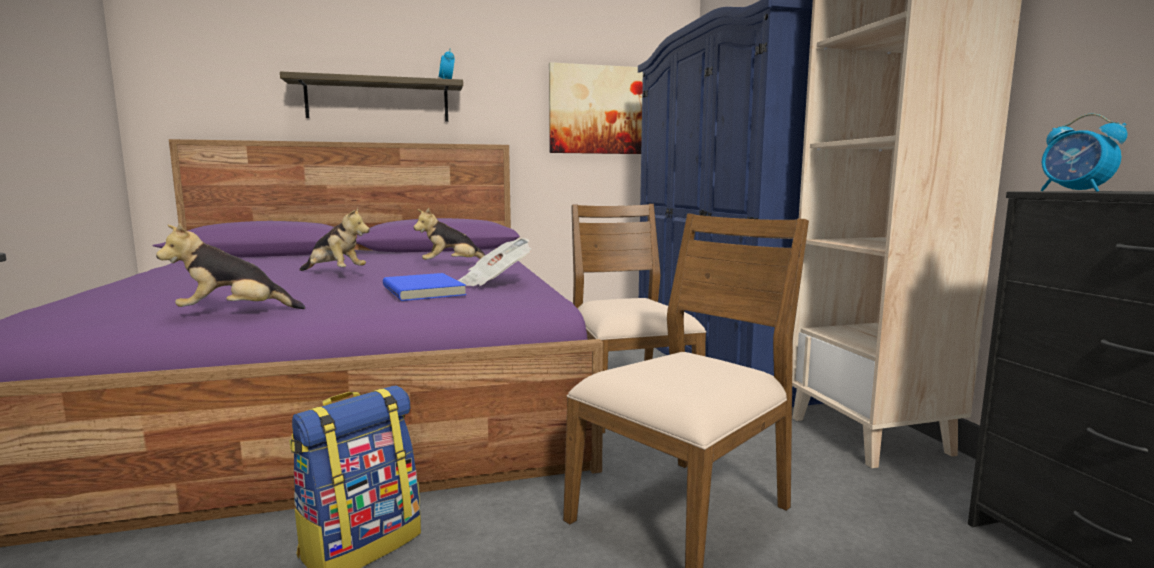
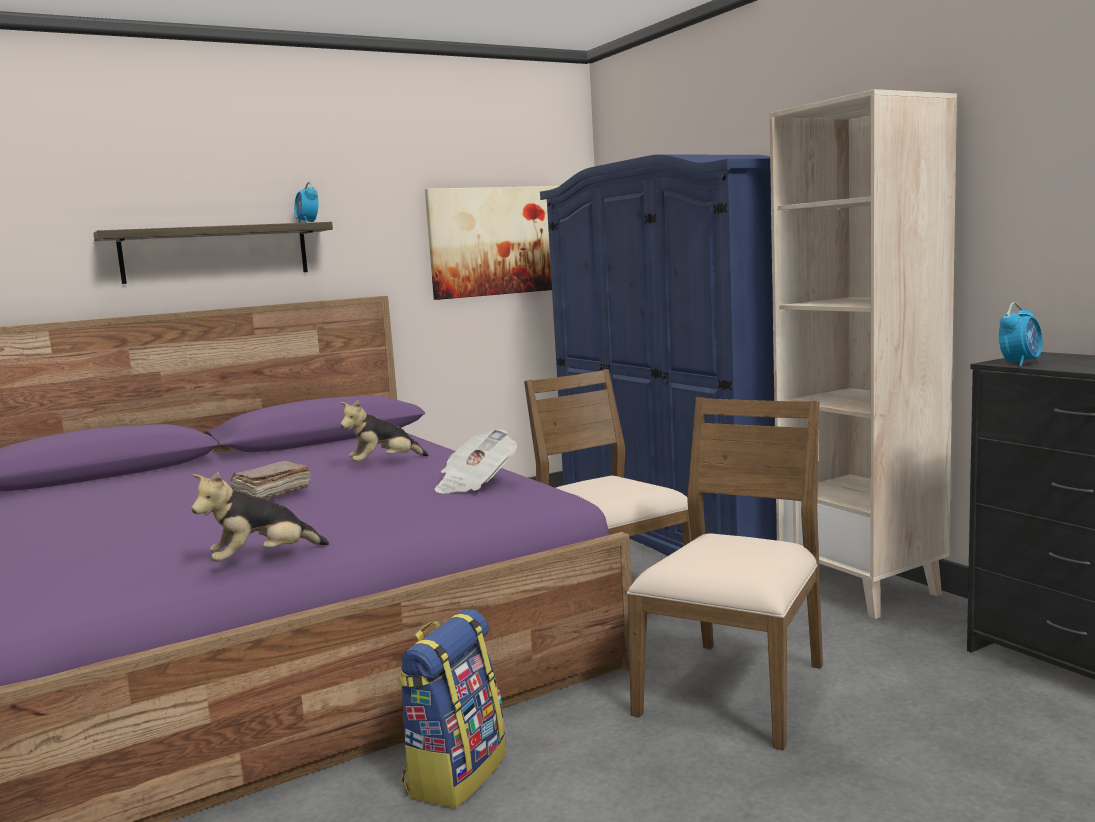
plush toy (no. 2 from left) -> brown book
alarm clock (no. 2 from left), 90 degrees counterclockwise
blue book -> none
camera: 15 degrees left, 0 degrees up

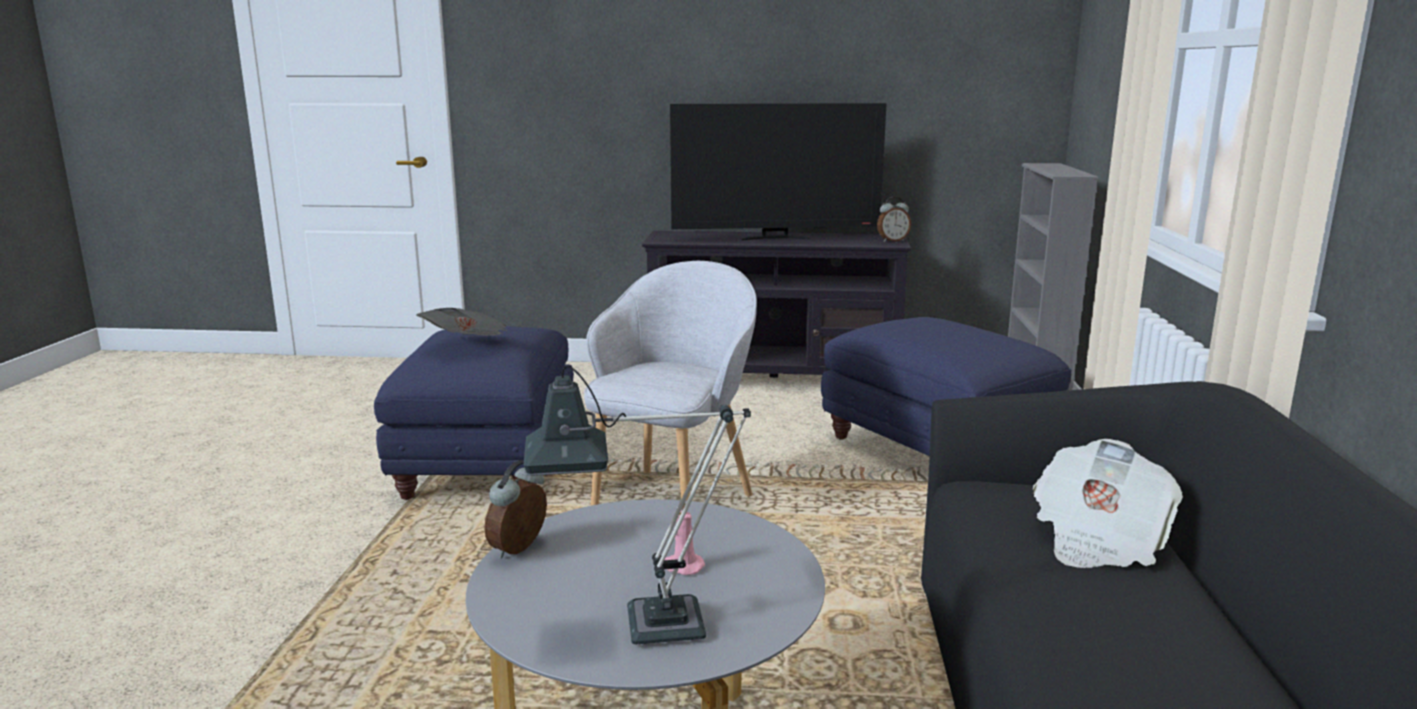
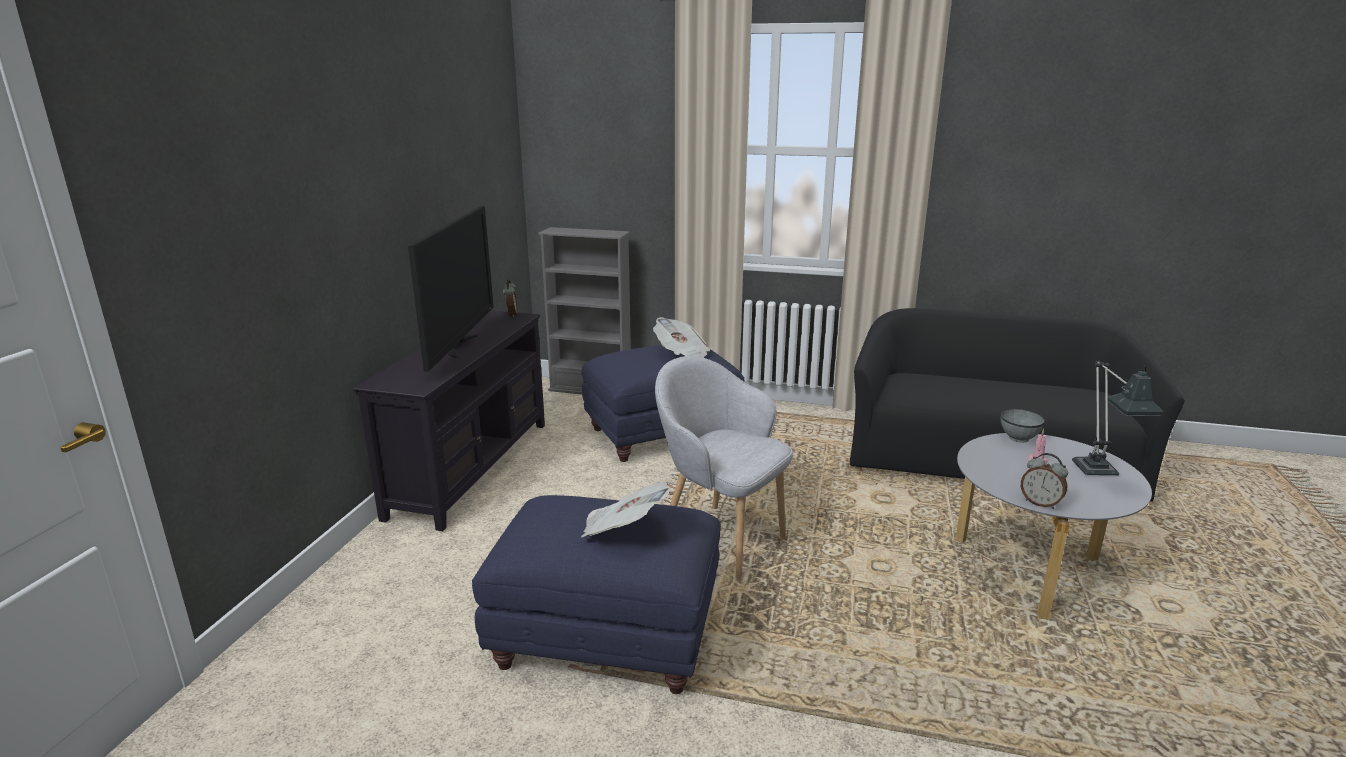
newspaper (no. 2 from left), shifted
none -> grey bowl
camera: 80 degrees left, 5 degrees up

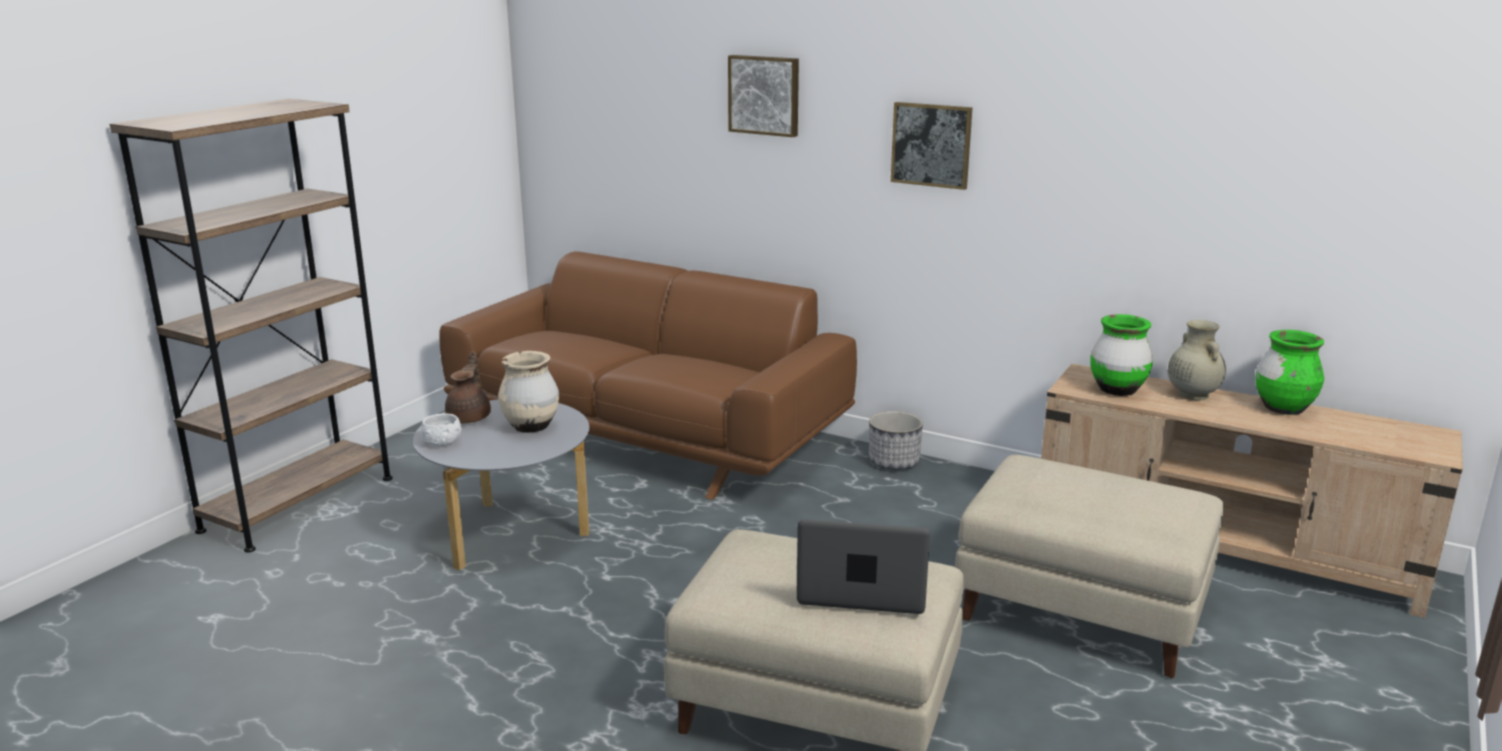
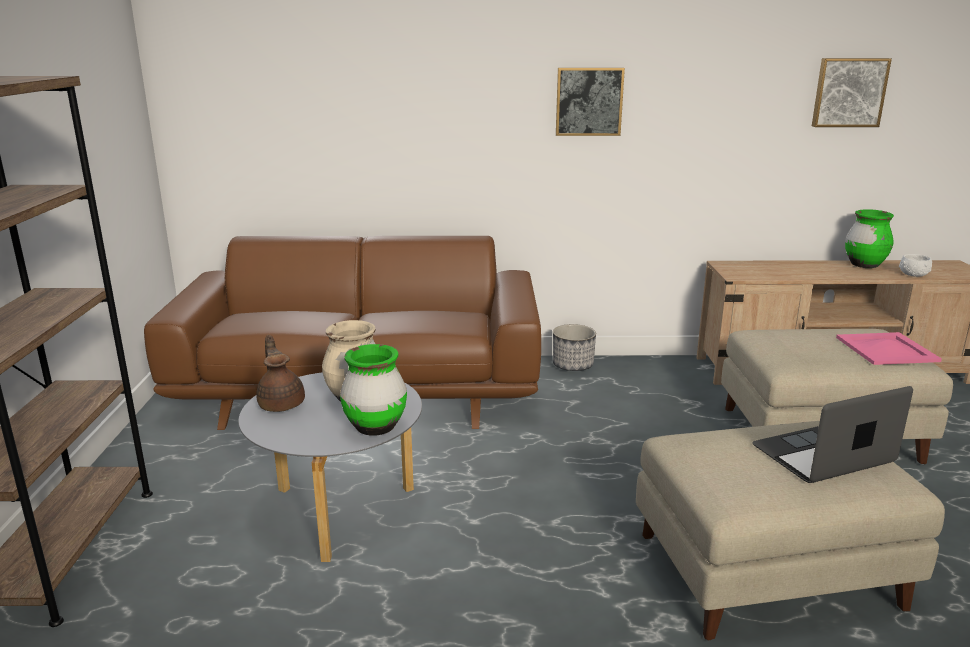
green vase (no. 1 from left), shifted
picture (no. 1 from left in the first image) -> picture (no. 2 from left), shifted
none -> pink tray
white bowl, shifted
beige vase (no. 2 from left) -> none
camera: 30 degrees left, 0 degrees up

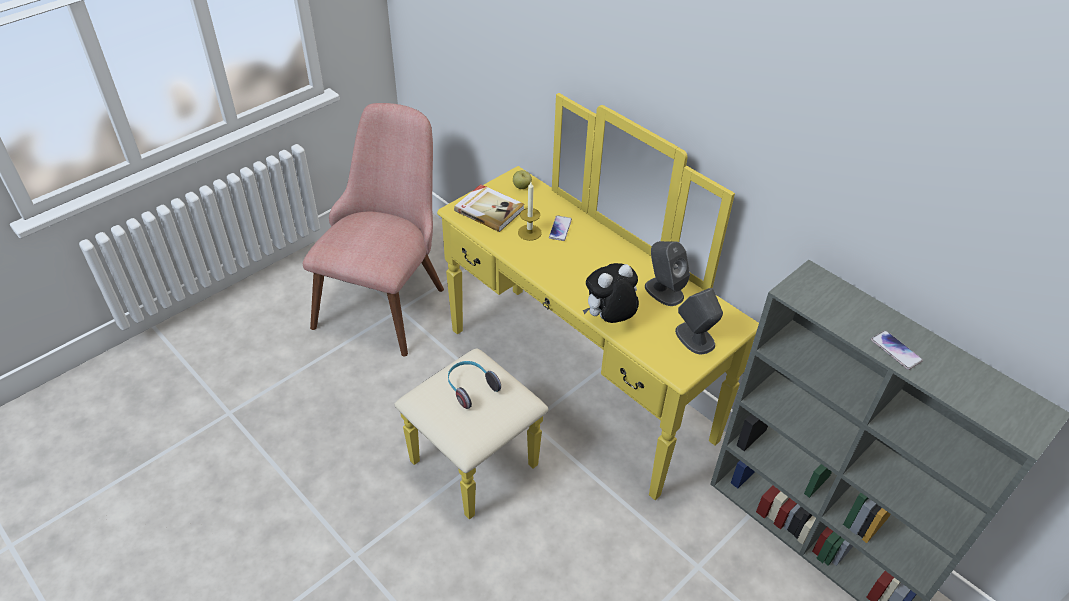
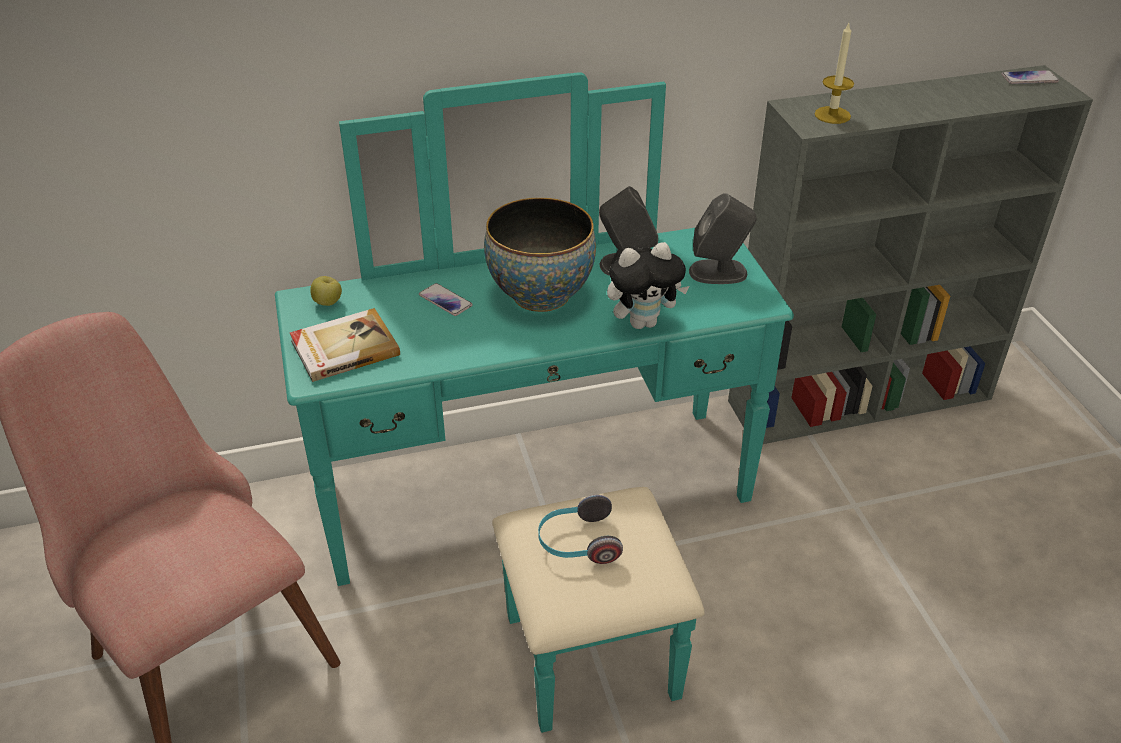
yellow dresser -> turquoise dresser
none -> bowl
plush toy, 105 degrees counterclockwise
candle, shifted
phone (no. 2 from left), shifted
camera: 60 degrees left, 5 degrees down

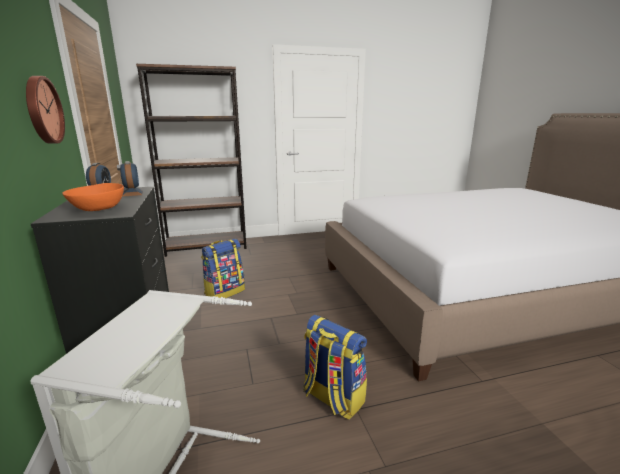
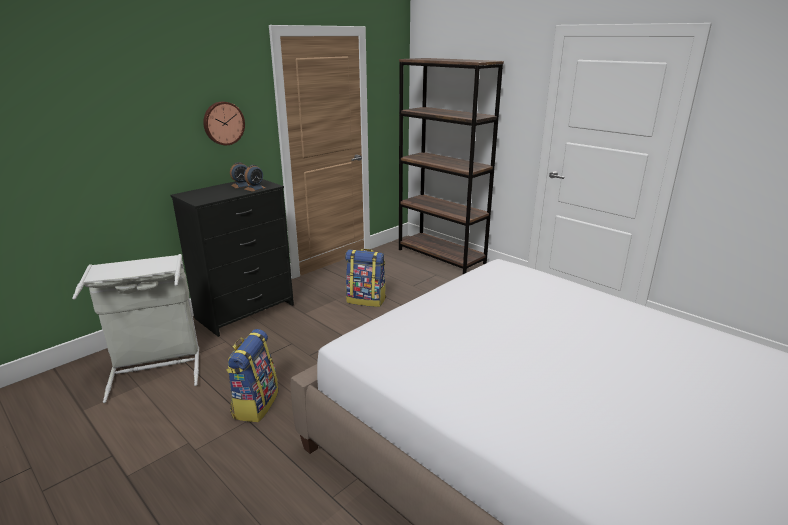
orange bowl -> none
camera: 60 degrees right, 5 degrees up

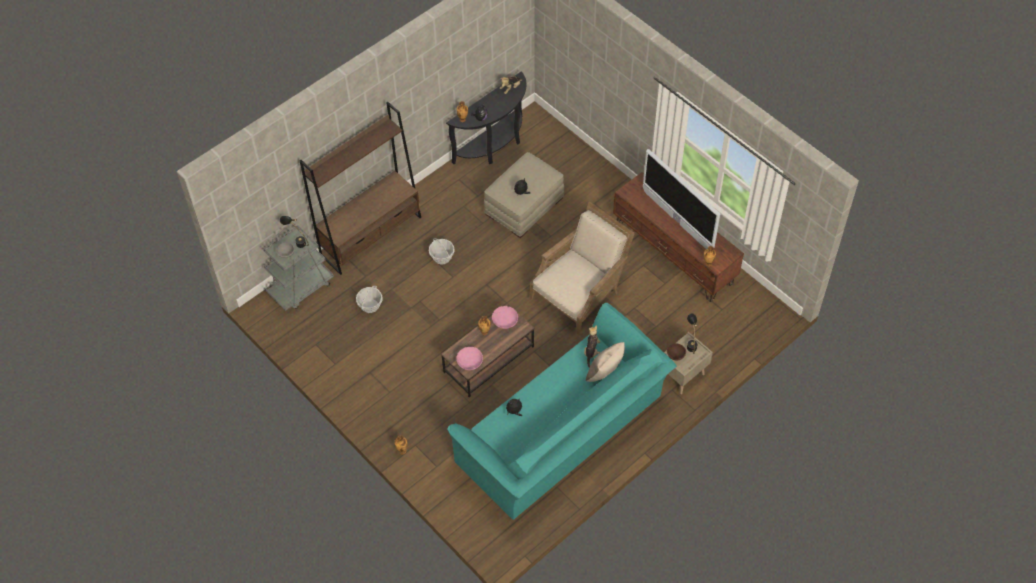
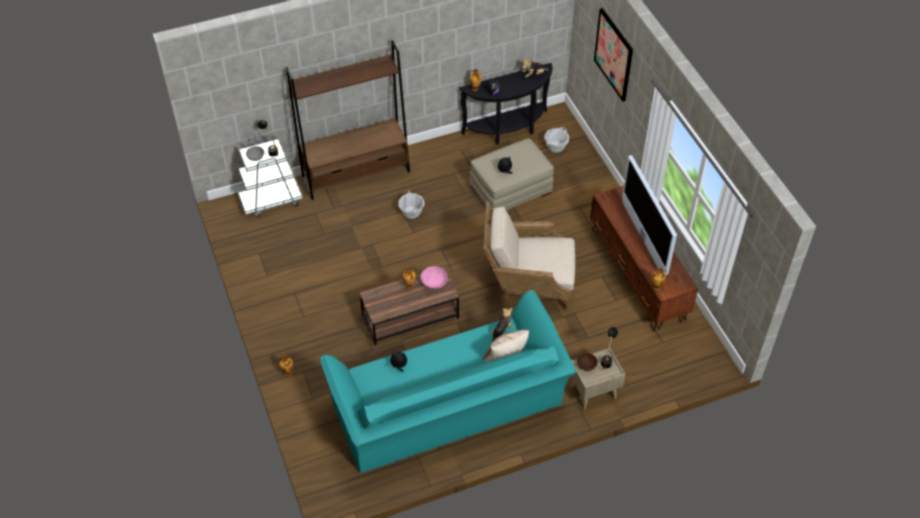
beige armchair, 150 degrees counterclockwise
basket (no. 1 from left in the first image) -> basket (no. 2 from left), shifted
none -> picture
pink bowl (no. 1 from left) -> none
camera: 20 degrees right, 5 degrees down

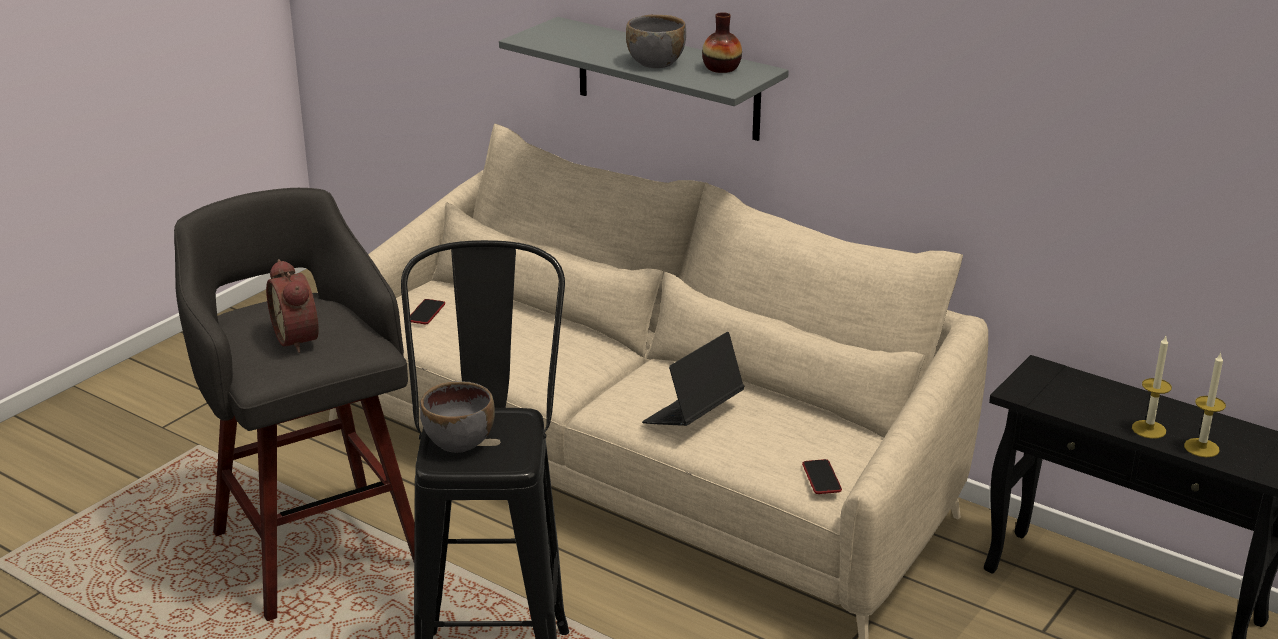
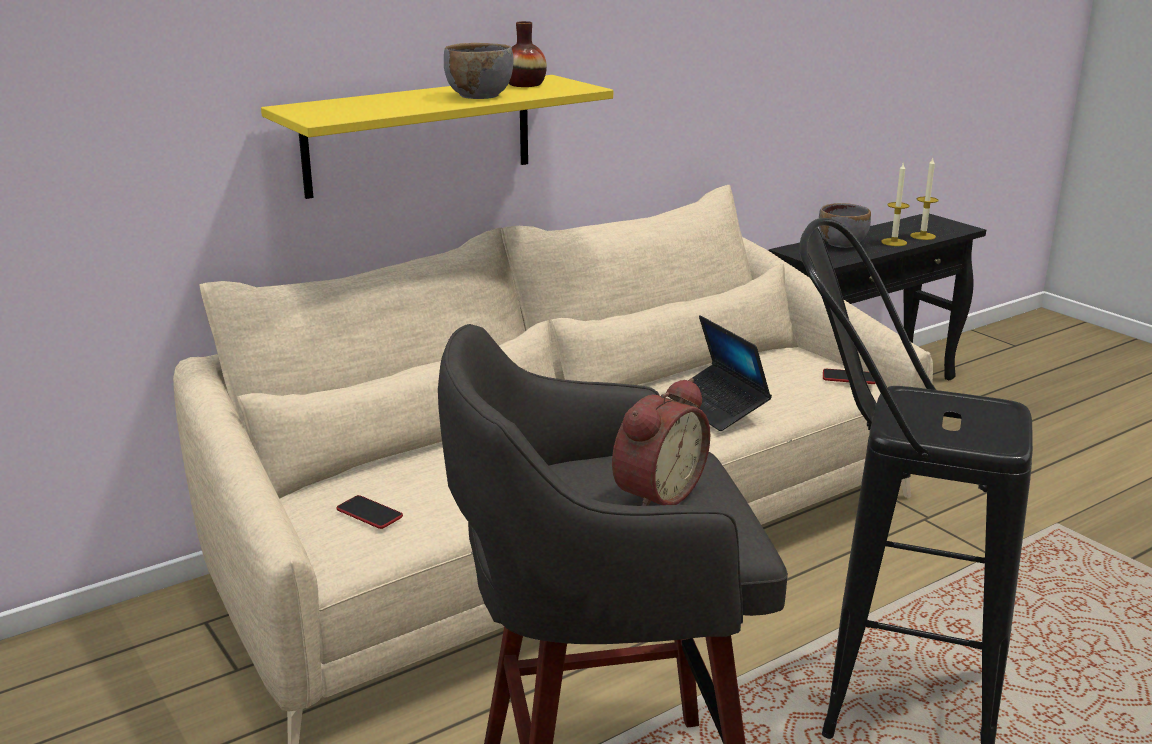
grey shelf -> yellow shelf
alarm clock, 45 degrees counterclockwise
grey bowl (no. 1 from left in the first image) -> grey bowl (no. 2 from left), shifted
camera: 70 degrees left, 5 degrees down

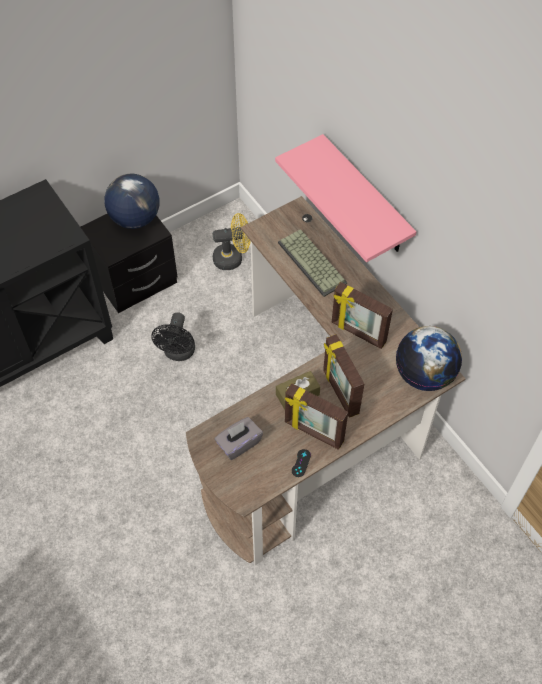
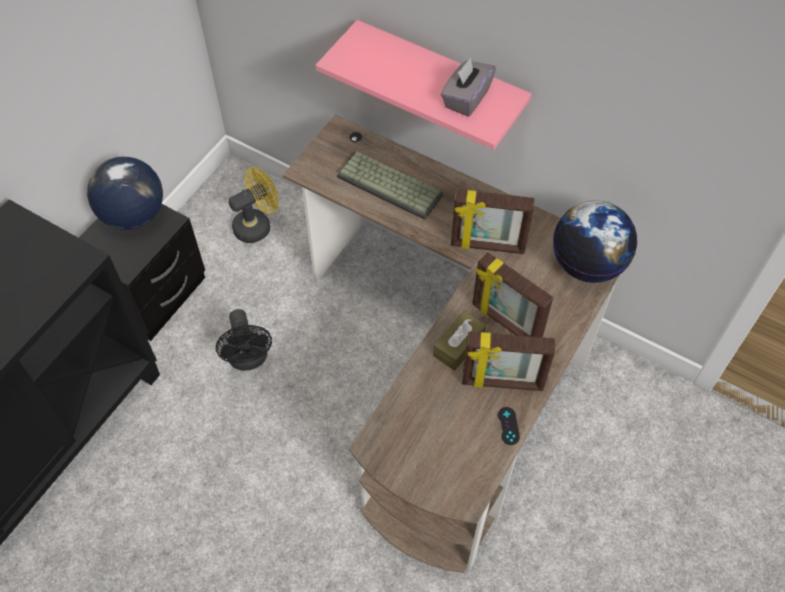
grey tissue box, shifted
camera: 25 degrees left, 0 degrees up

